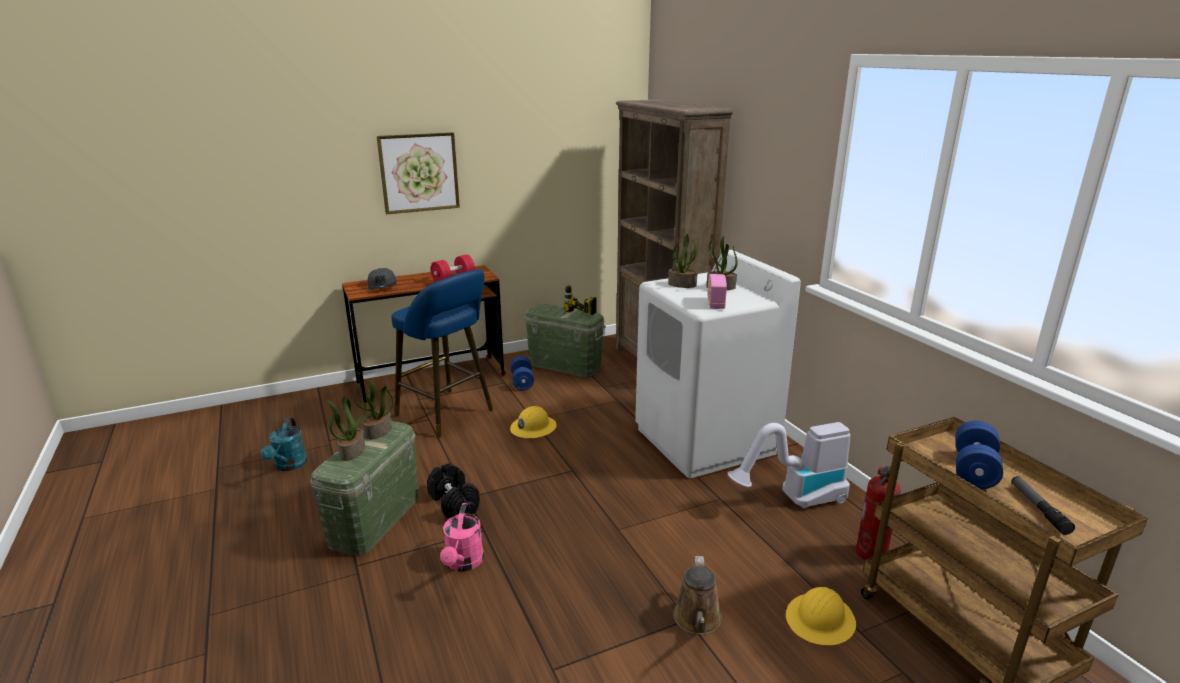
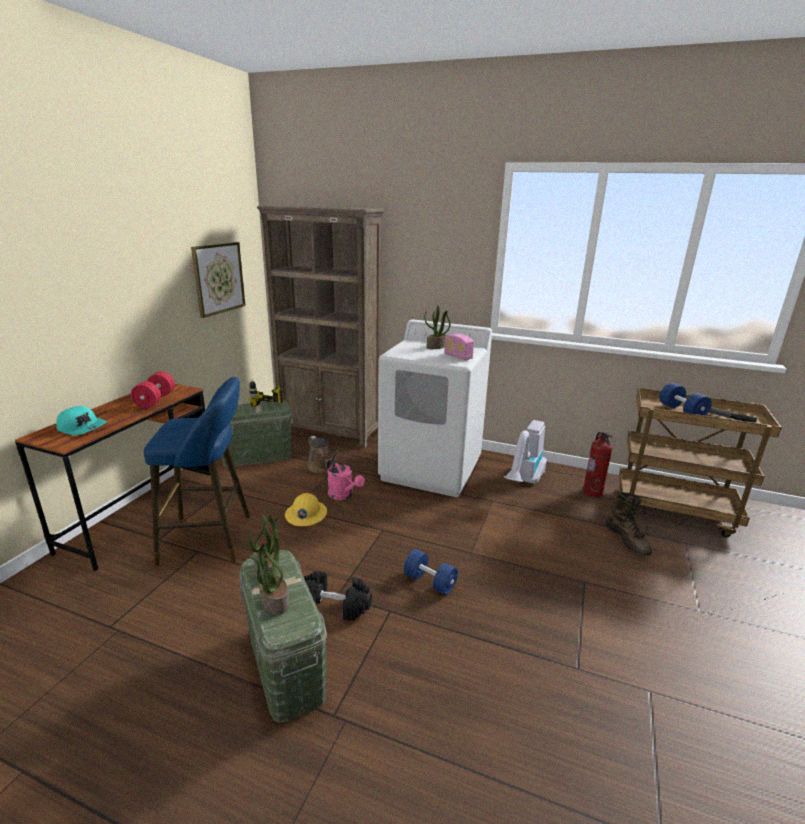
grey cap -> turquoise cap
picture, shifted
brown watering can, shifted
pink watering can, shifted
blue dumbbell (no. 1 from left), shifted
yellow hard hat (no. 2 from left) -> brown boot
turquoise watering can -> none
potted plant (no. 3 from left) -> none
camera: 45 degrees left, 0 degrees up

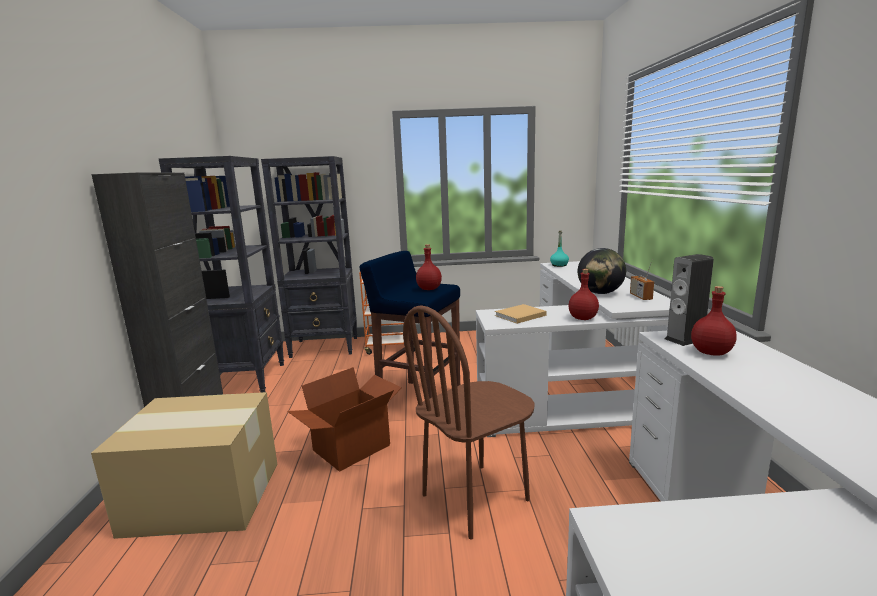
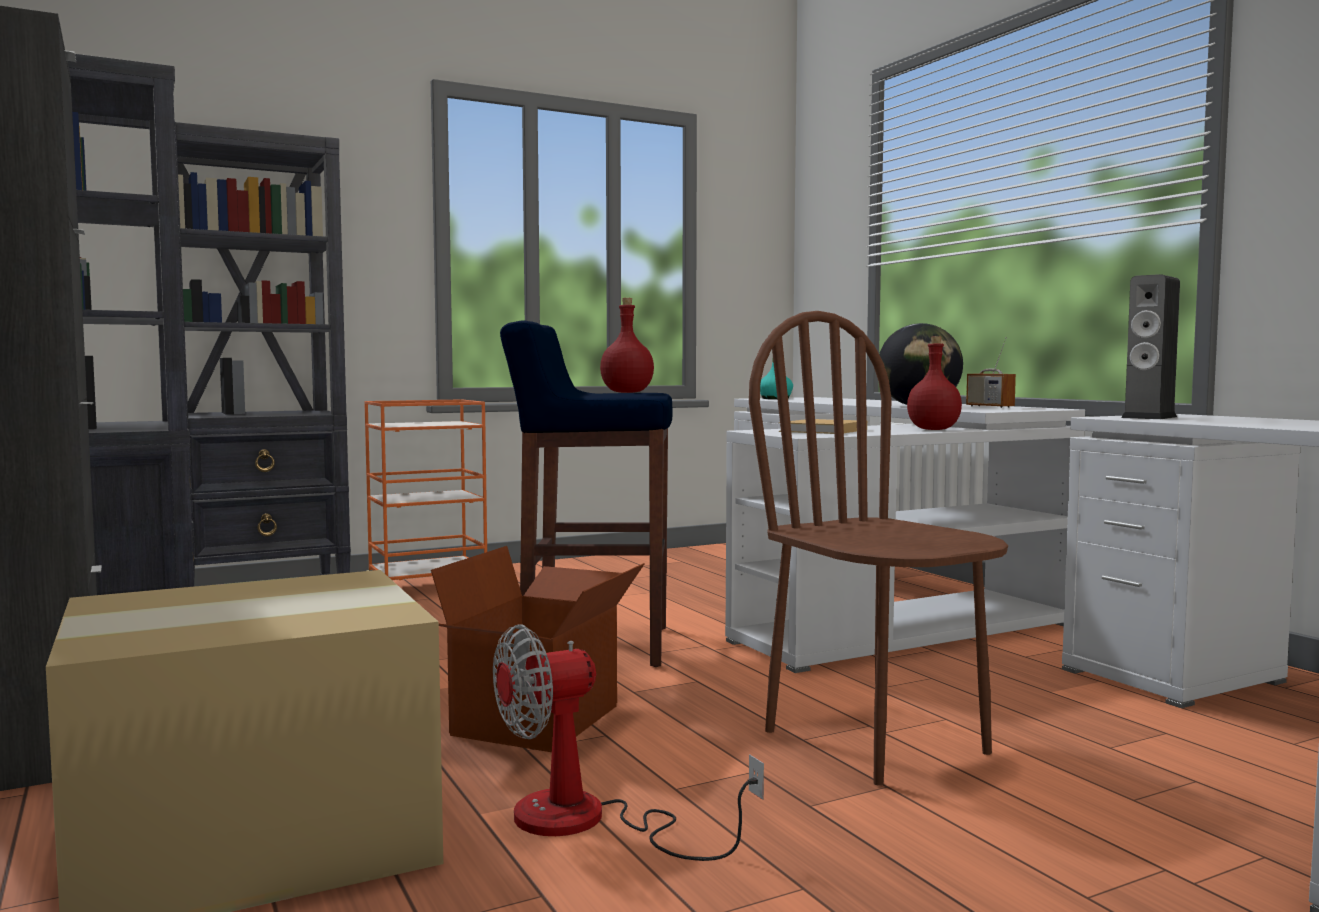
none -> fan
brown chair, 120 degrees clockwise
red bottle (no. 3 from left) -> none
camera: 25 degrees left, 10 degrees down

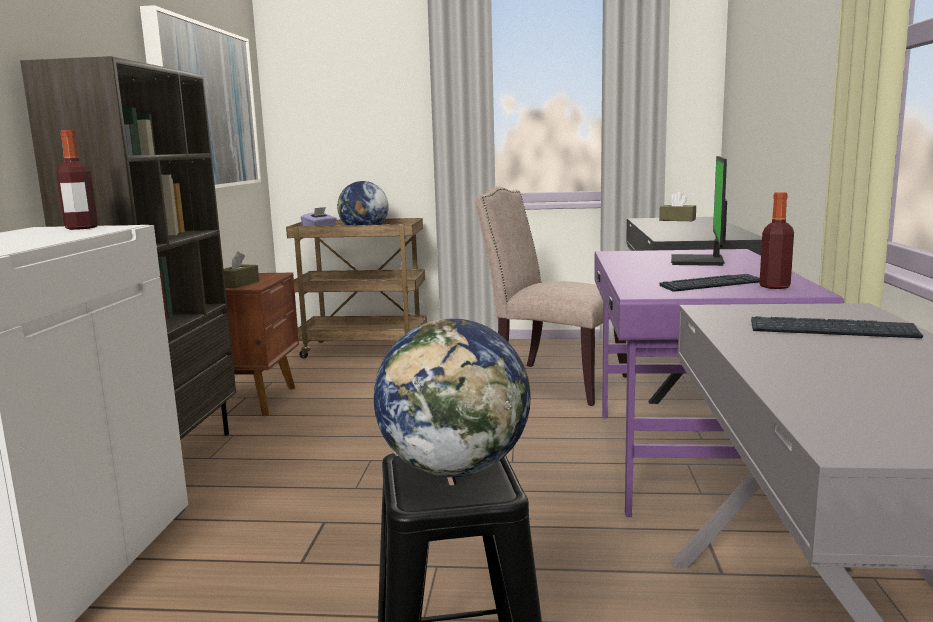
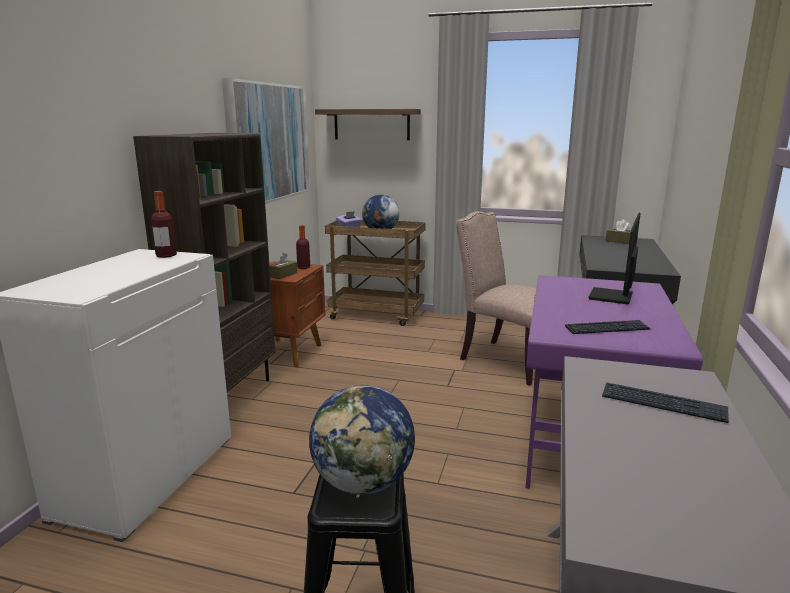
bottle (no. 2 from left), shifted
none -> shelf
camera: 10 degrees right, 5 degrees up

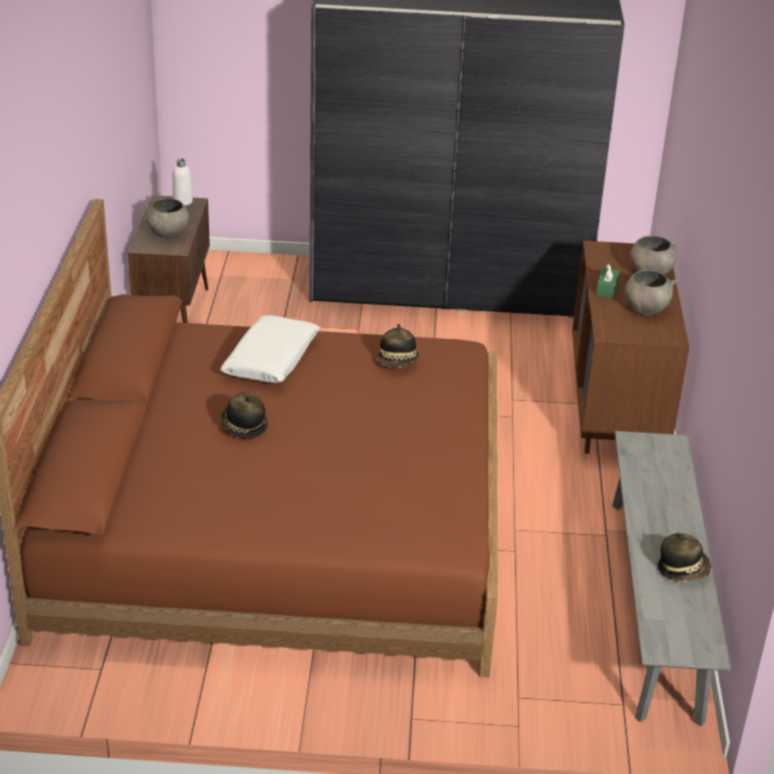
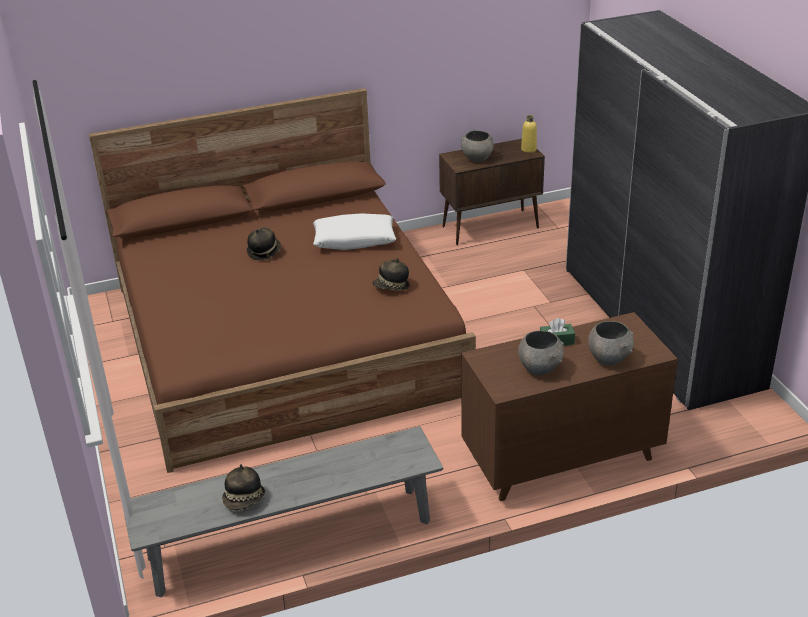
white bottle -> yellow bottle
camera: 70 degrees right, 0 degrees up

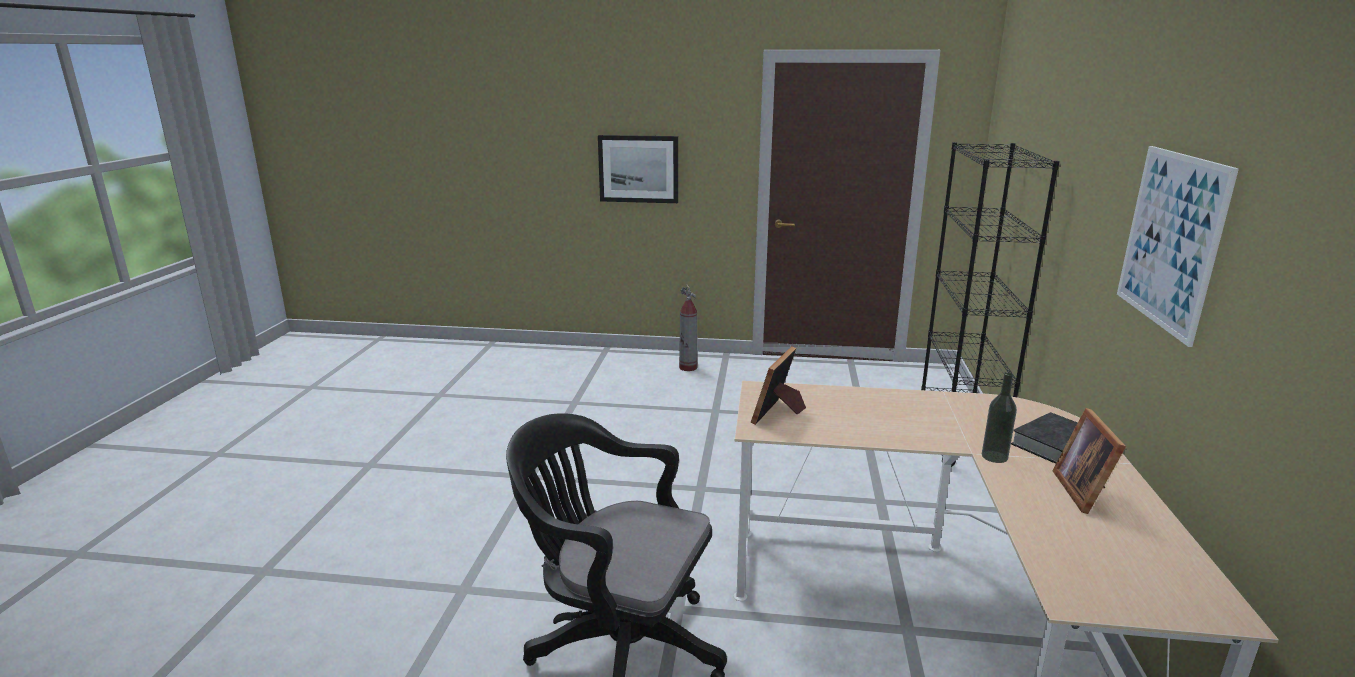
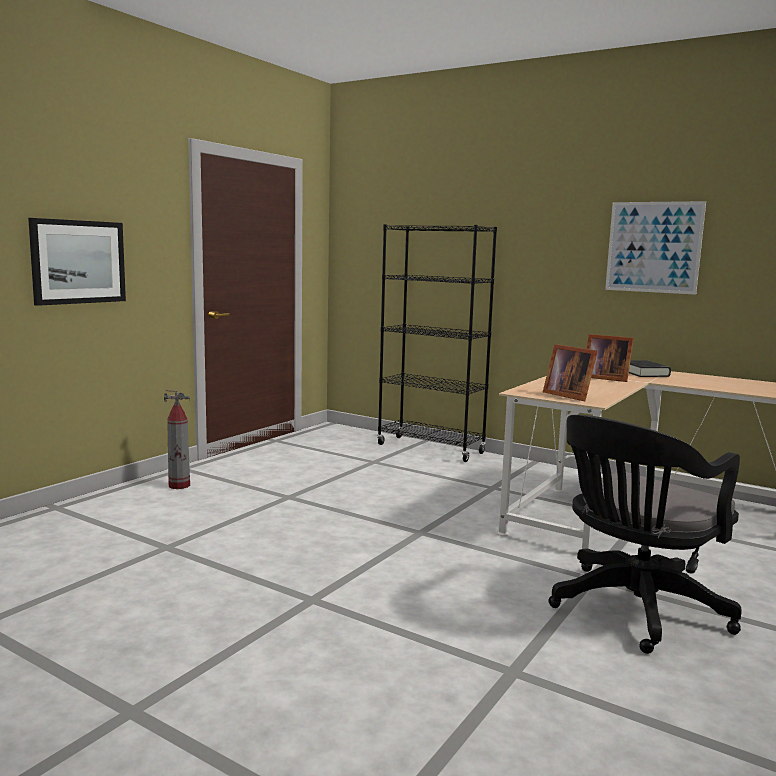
picture frame (no. 2 from left), shifted
bottle -> none
camera: 65 degrees left, 10 degrees down

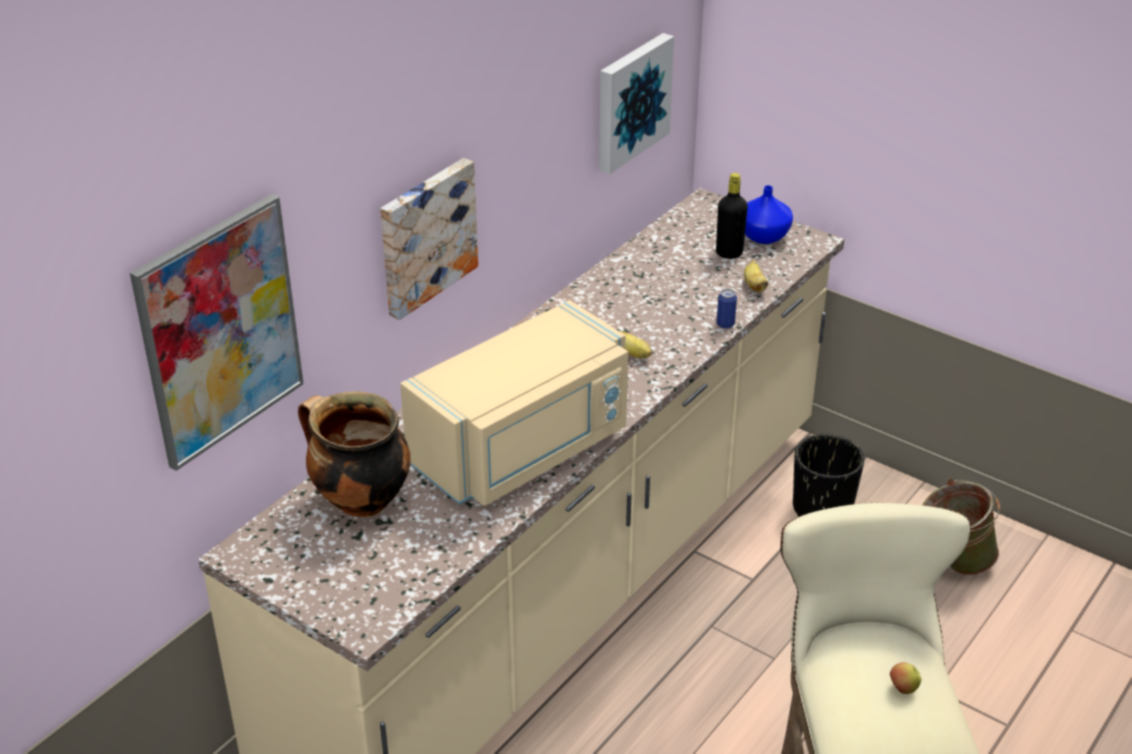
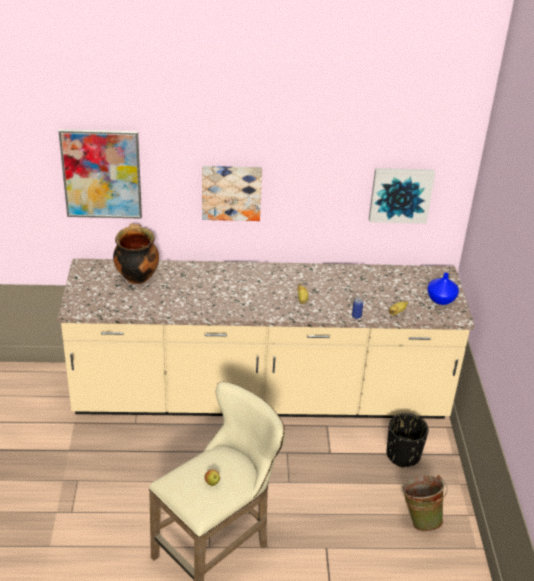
beige microwave -> none
black bottle -> none
camera: 50 degrees right, 0 degrees up

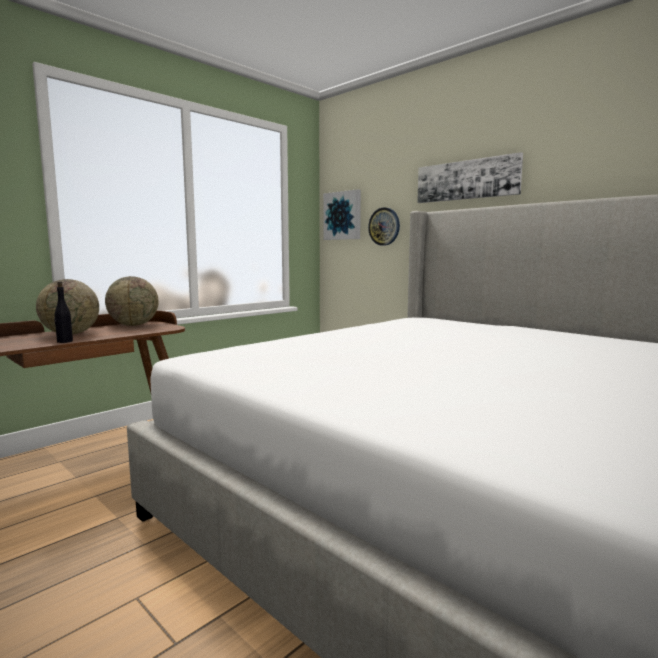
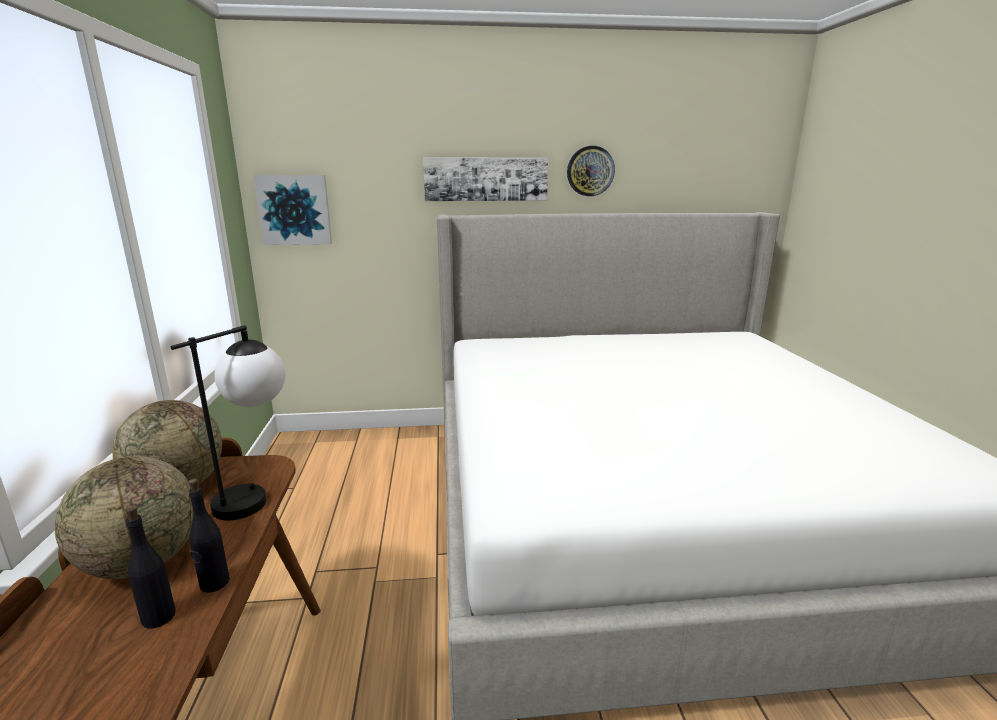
none -> black bottle (no. 1 from left)
none -> table lamp
wall clock, shifted
camera: 50 degrees left, 10 degrees up

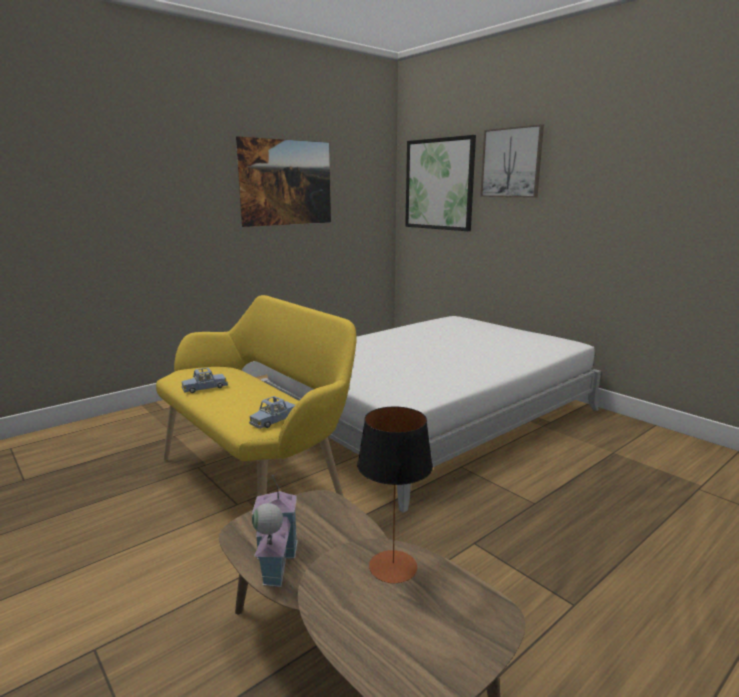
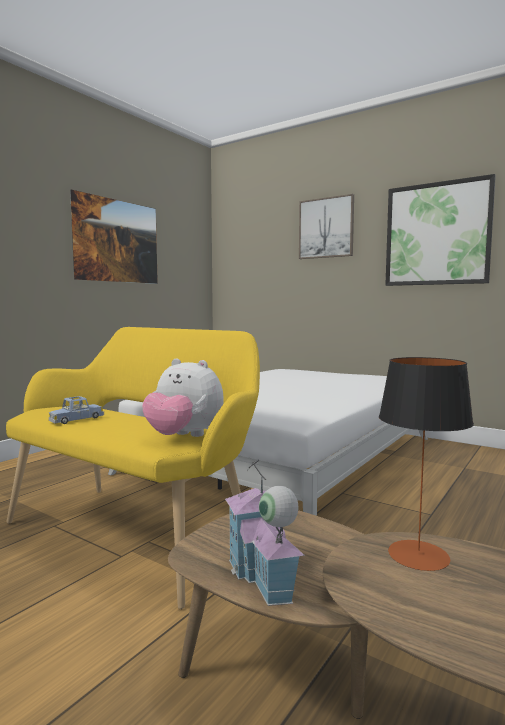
blue toy car (no. 2 from left) -> plush toy
picture (no. 2 from left in the first image) -> picture (no. 3 from left), shifted
camera: 15 degrees left, 10 degrees down

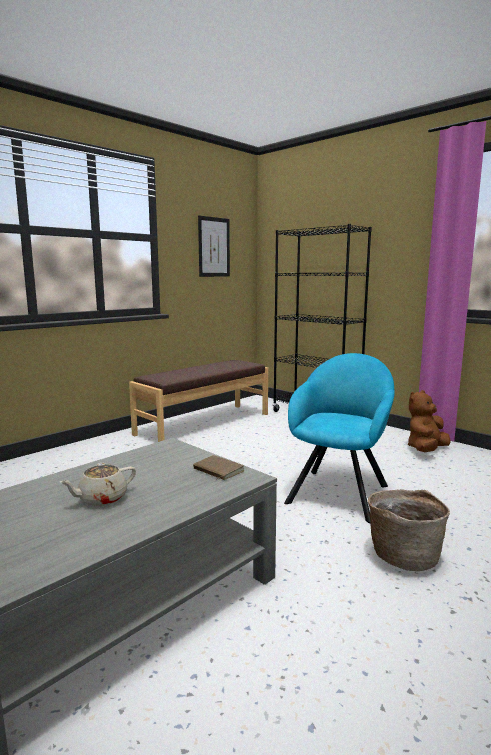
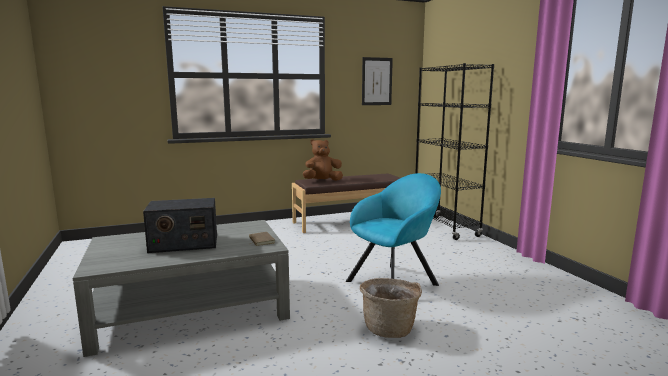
beige teapot -> radio
brown plush toy, shifted
camera: 25 degrees right, 0 degrees up

